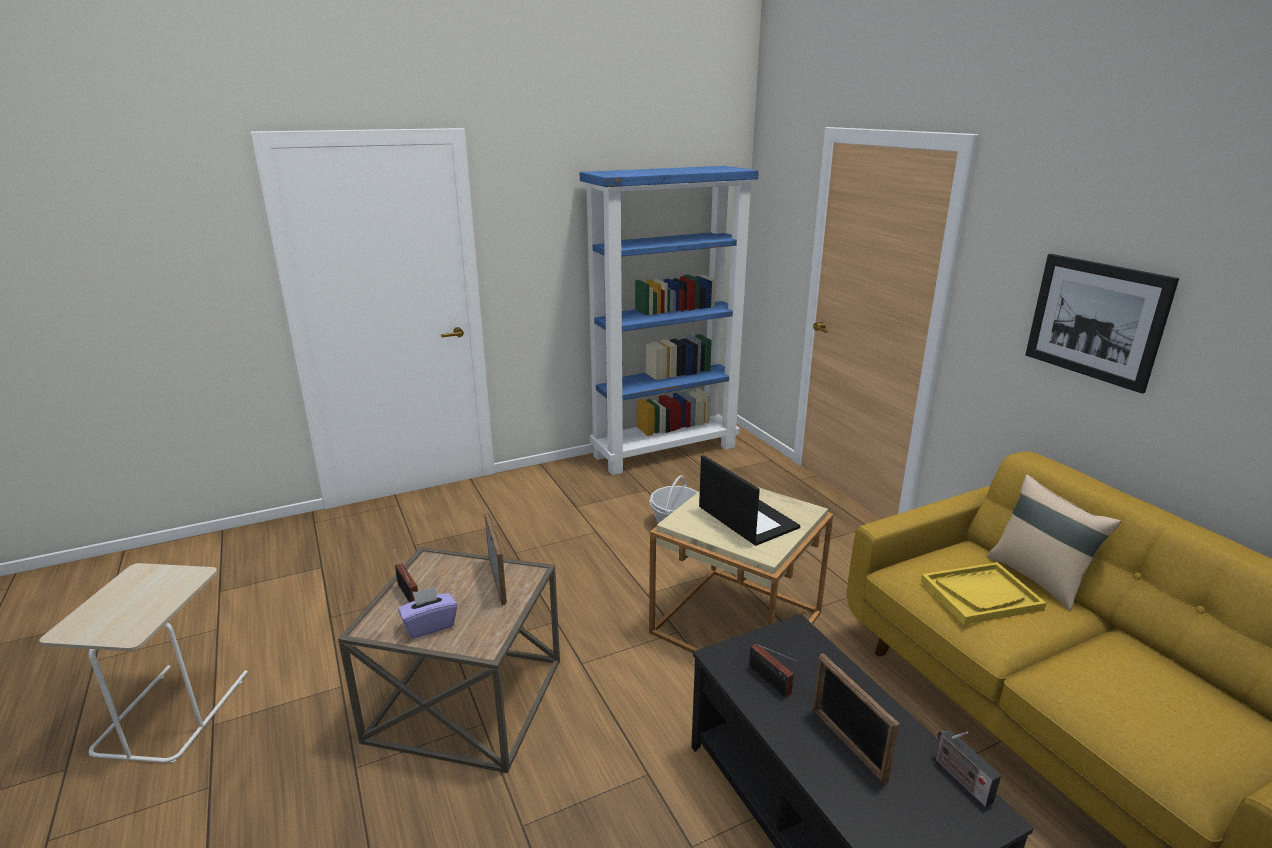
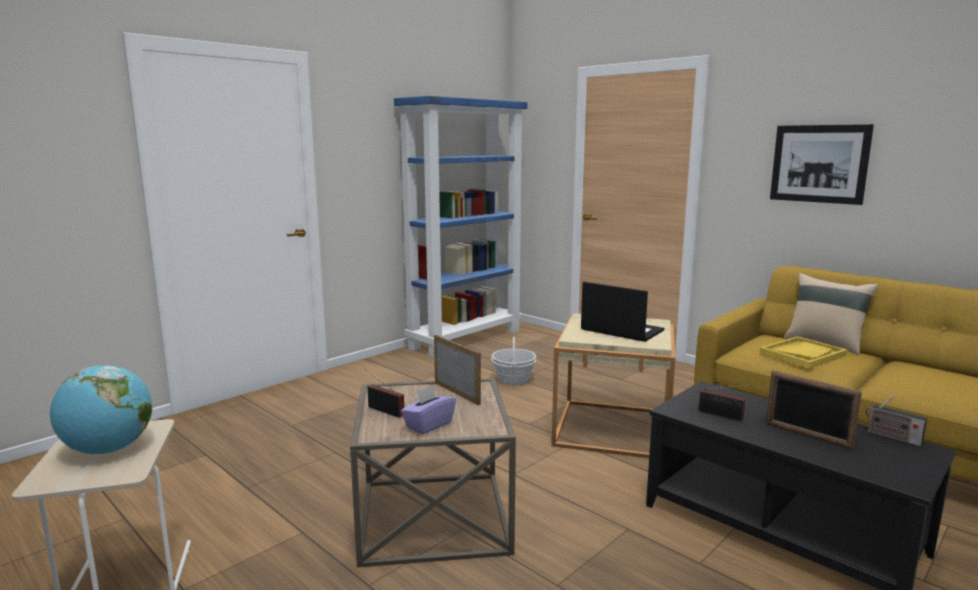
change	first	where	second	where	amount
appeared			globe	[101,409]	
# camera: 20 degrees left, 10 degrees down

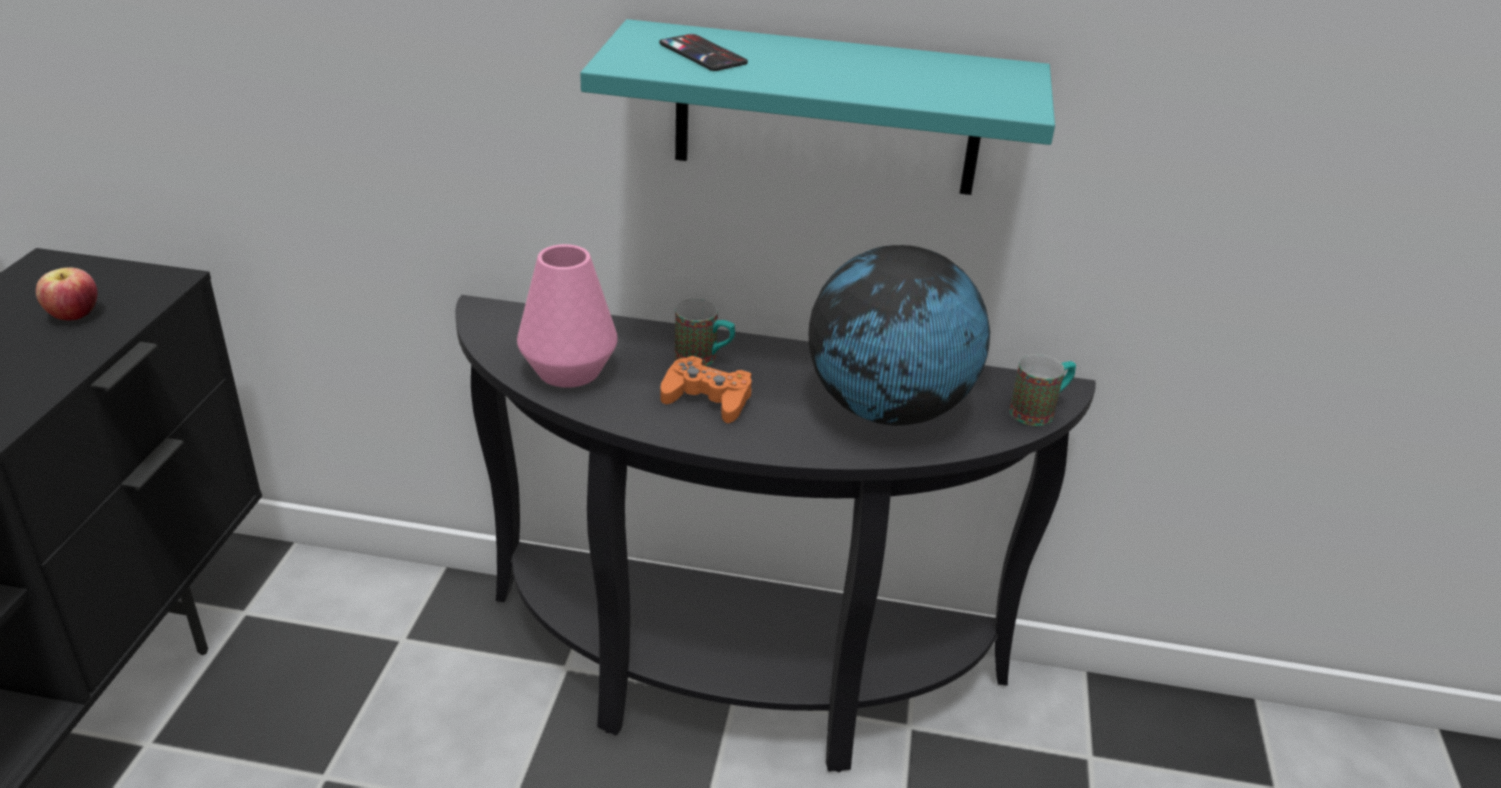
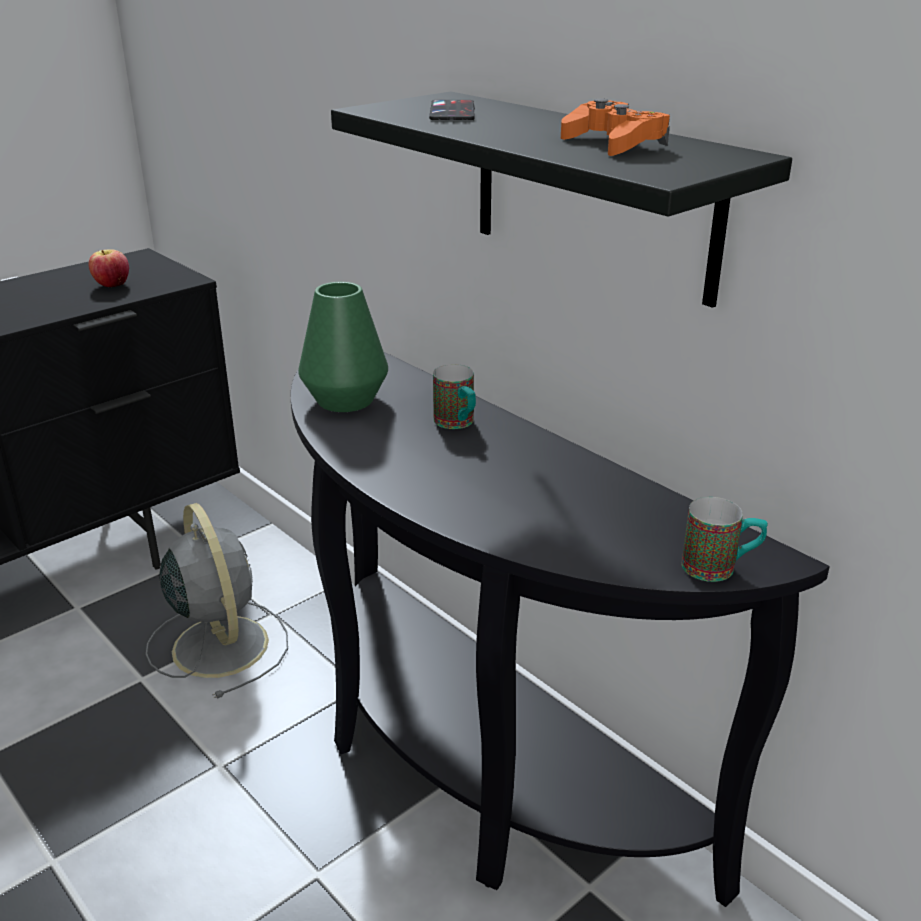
change	first	where	second	where	amount
colour	turquoise shelf	[817,107]	black shelf	[561,199]	
colour	pink vase	[567,316]	green vase	[343,347]	
missing	globe	[899,335]			
relocated	orange game controller	[706,389]		[615,127]	
appeared			grey fan	[217,601]	
# camera: 40 degrees right, 5 degrees down

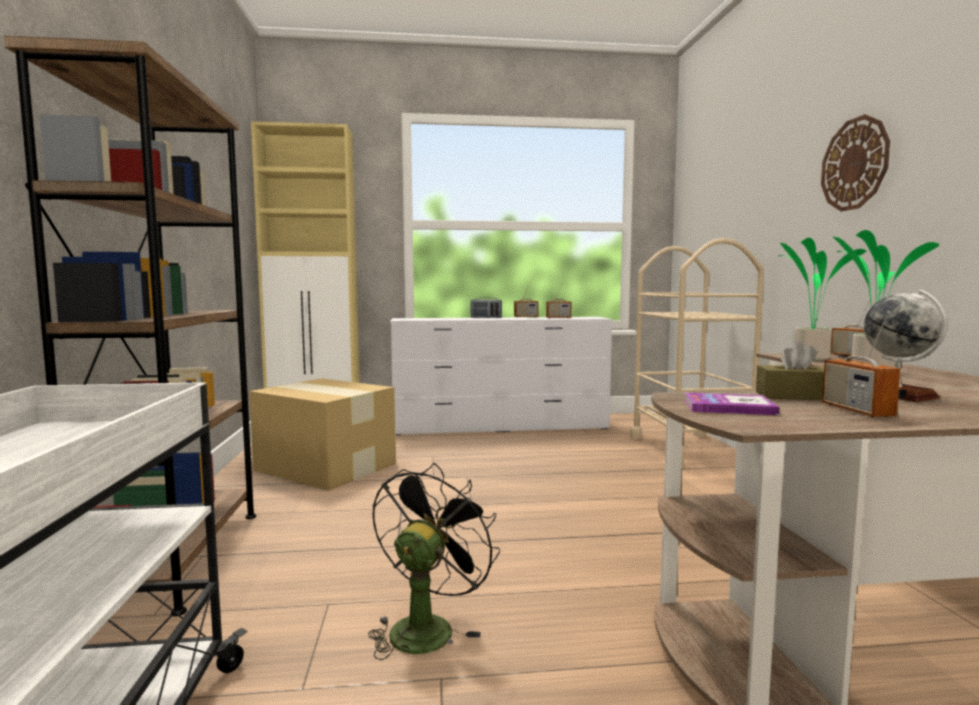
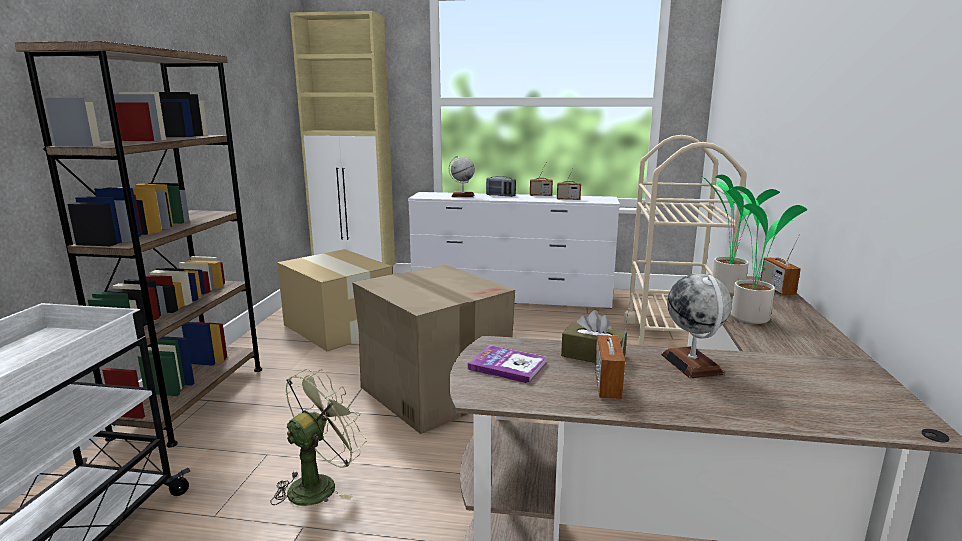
change	first	where	second	where	amount
missing	wall clock	[855,162]			
colour	black fan	[434,561]	green fan	[319,437]	
appeared			globe	[462,176]	
appeared			cardboard box	[433,349]	
# camera: 15 degrees right, 10 degrees up

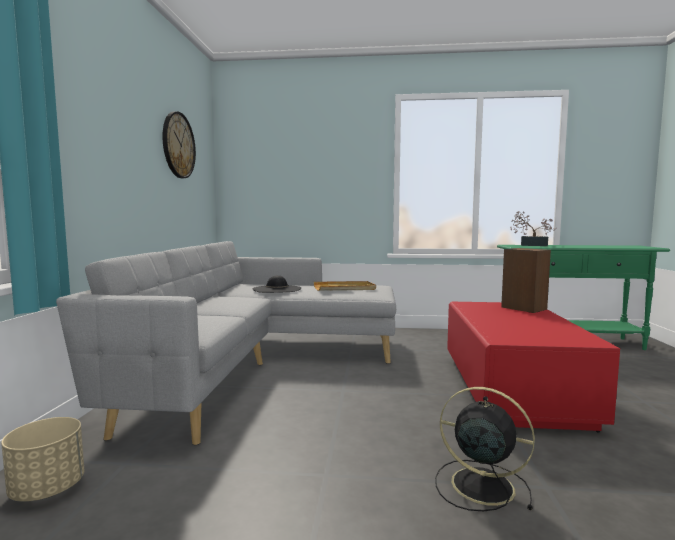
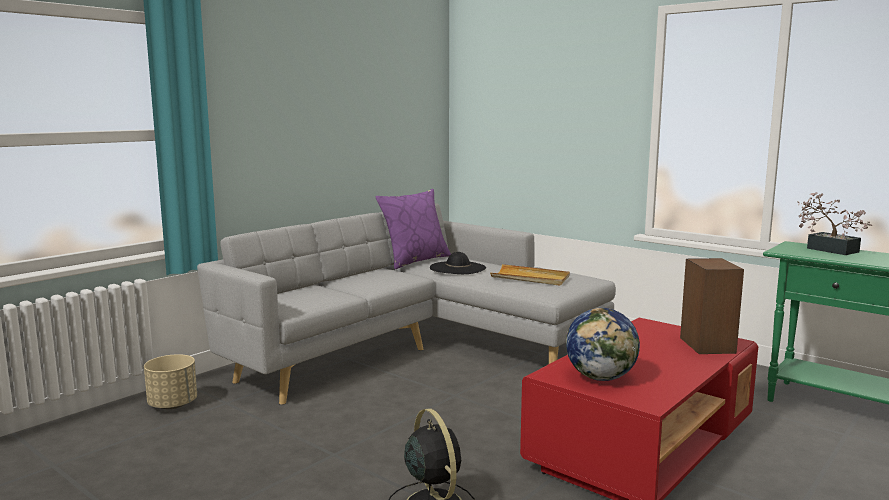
change	first	where	second	where	amount
missing	wall clock	[179,144]			
appeared			purple pillow	[413,229]	
appeared			globe	[603,344]	
# camera: 35 degrees right, 5 degrees up

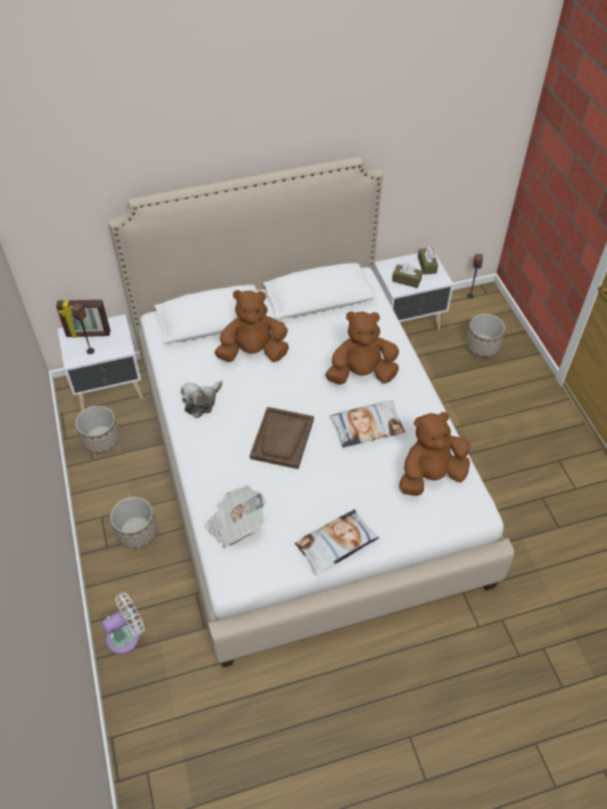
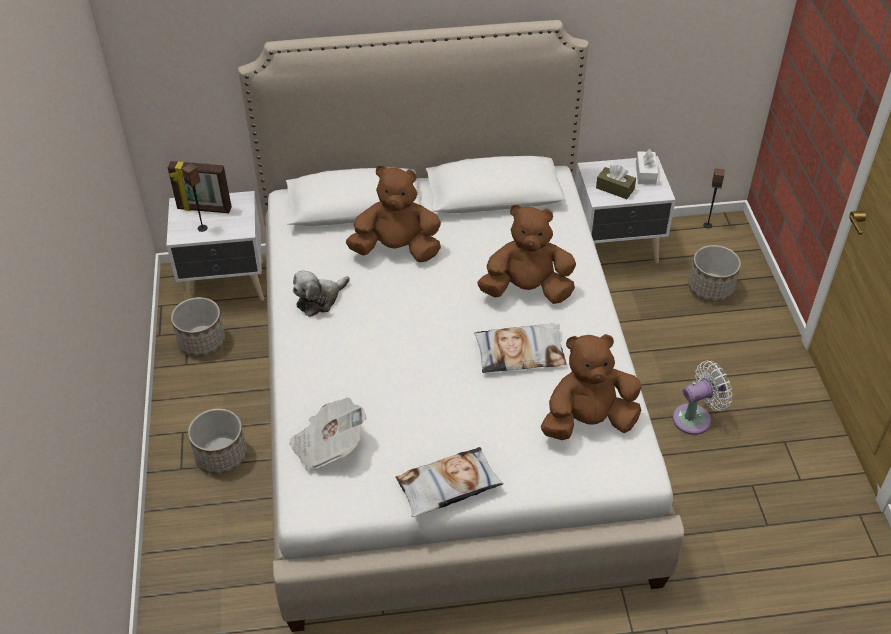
change	first	where	second	where	amount
colour	brown tissue box	[428,260]	white tissue box	[647,167]	
missing	brown tray	[282,438]			
relocated	white fan	[123,623]		[702,398]	
# camera: 10 degrees right, 5 degrees down

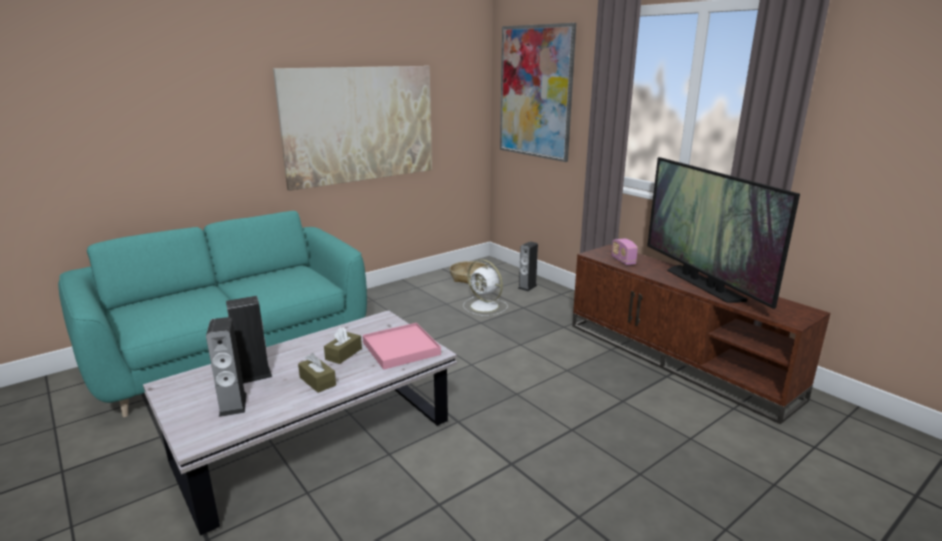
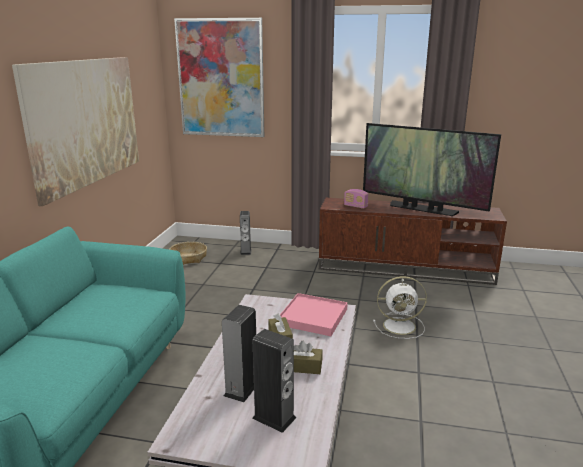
change	first	where	second	where	amount
relocated	white fan	[485,287]		[400,307]	
# camera: 40 degrees left, 0 degrees up

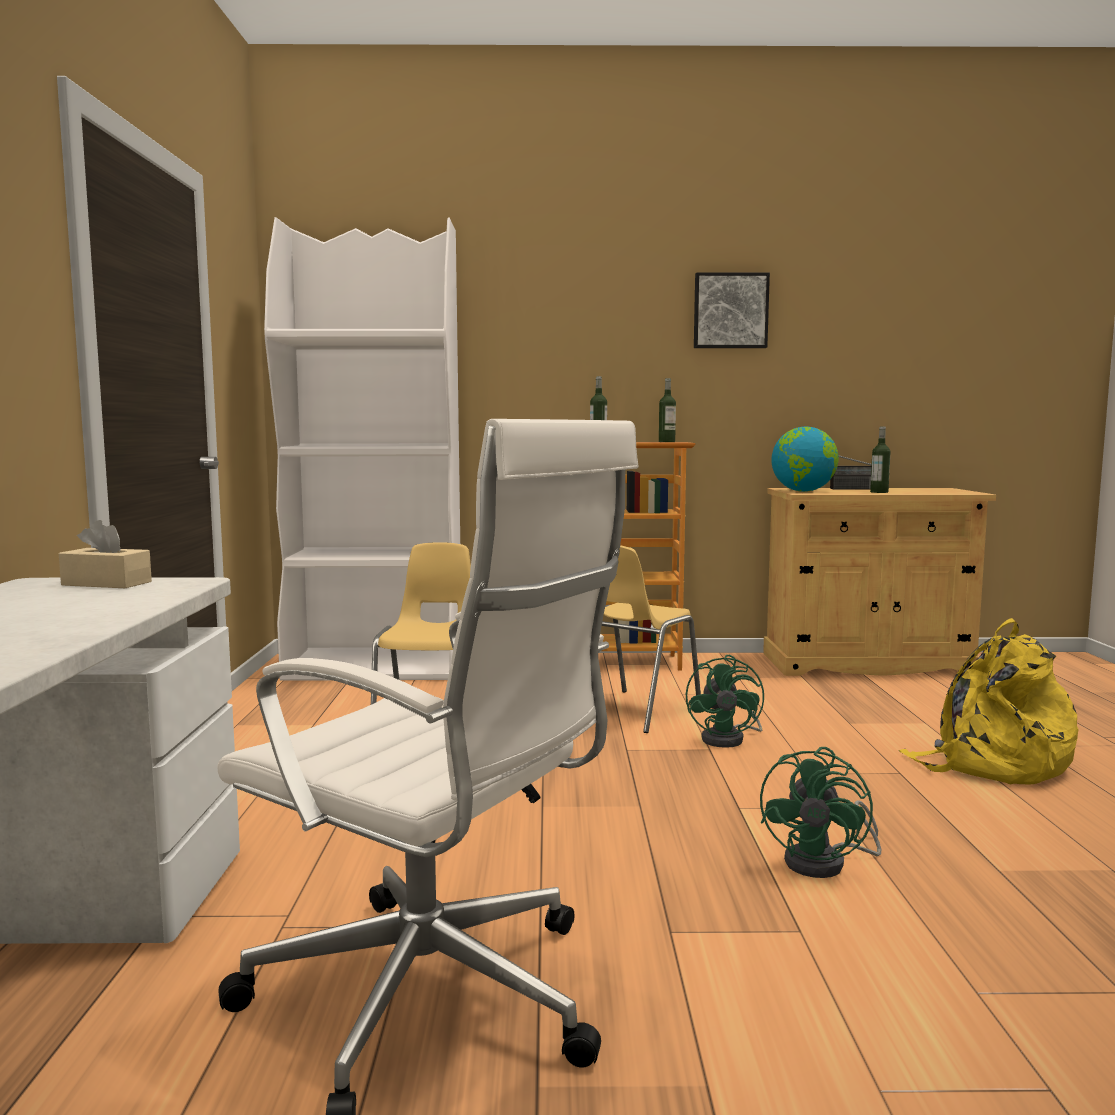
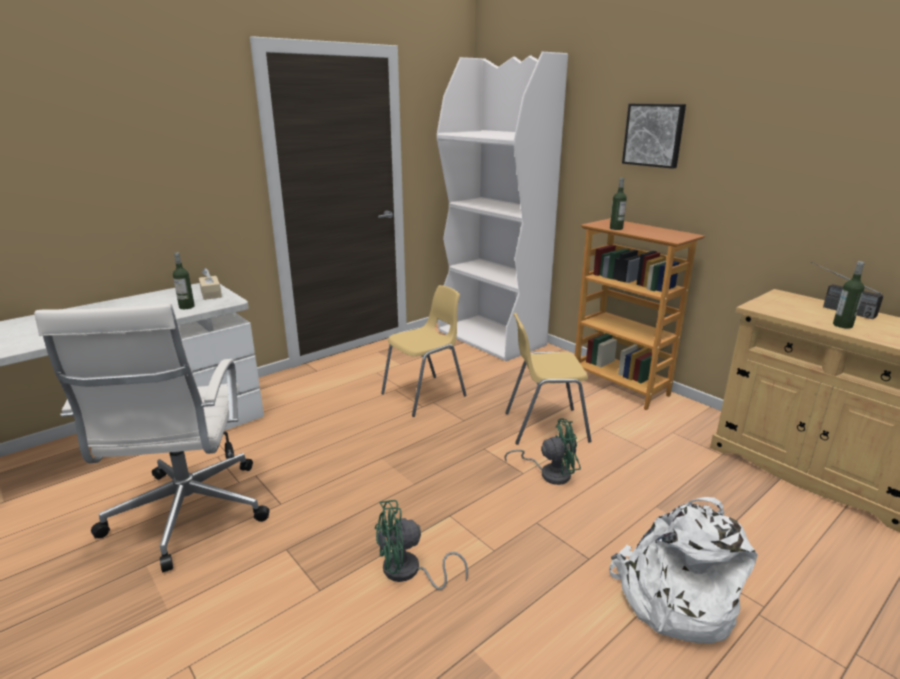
change	first	where	second	where	amount
relocated	picture	[732,310]		[654,136]	
relocated	bottle	[667,410]		[184,280]	
missing	globe	[805,459]			
colour	yellow backpack	[989,701]	white backpack	[684,570]	
spun	green fan	[725,701]		[542,451]	150 degrees counterclockwise
# camera: 50 degrees right, 15 degrees up

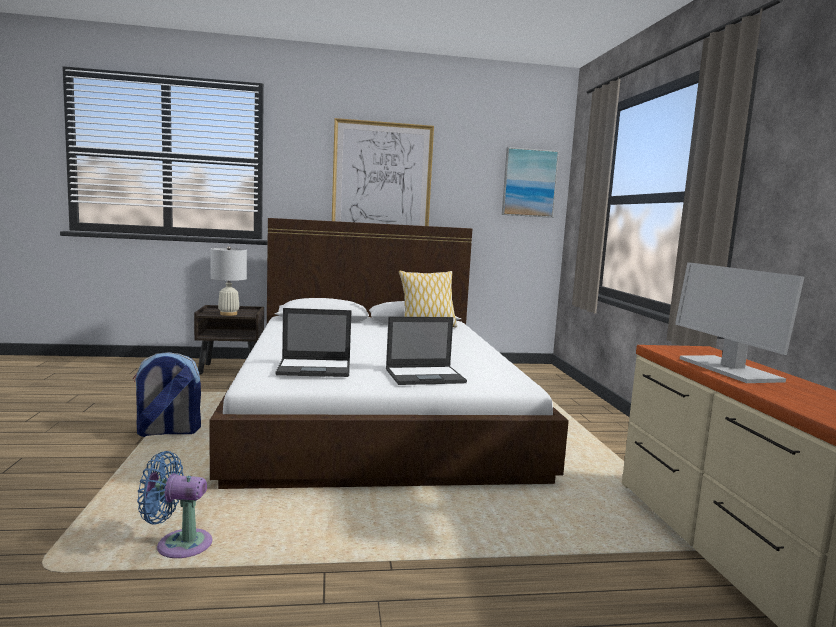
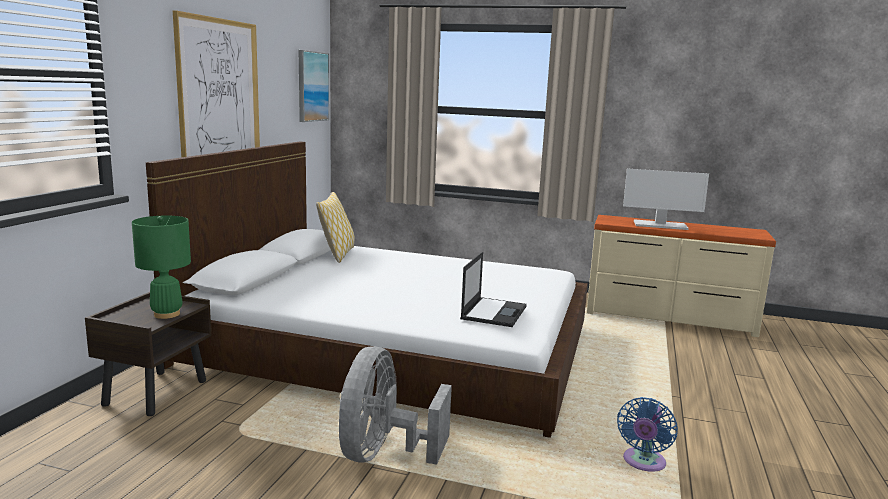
change	first	where	second	where	amount
colour	white table lamp	[229,281]	green table lamp	[161,267]	
missing	laptop	[426,351]			
exchanged	backpack	[167,394]	grey fan	[395,405]	
# camera: 65 degrees left, 5 degrees up

